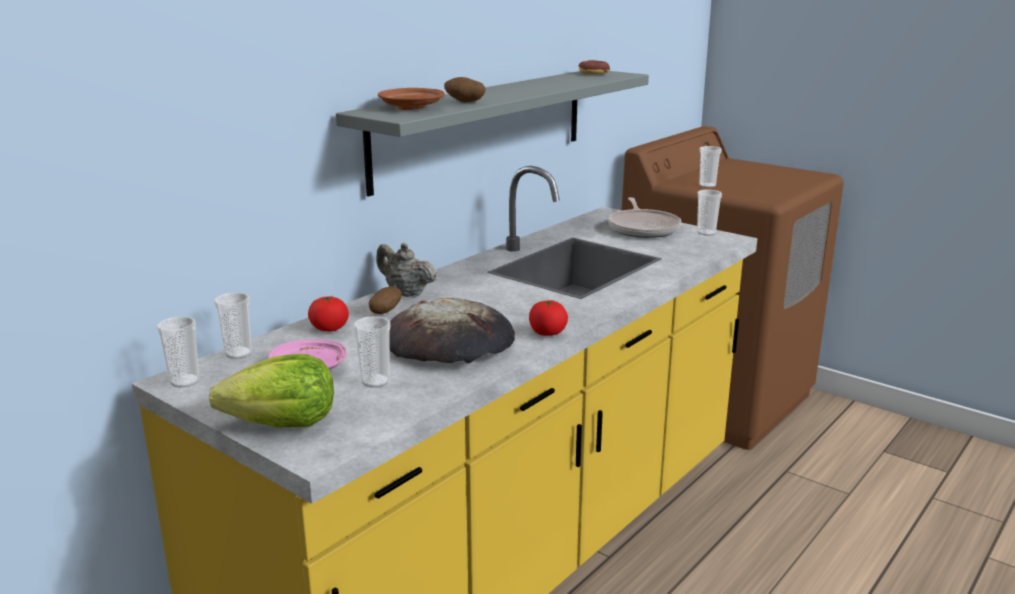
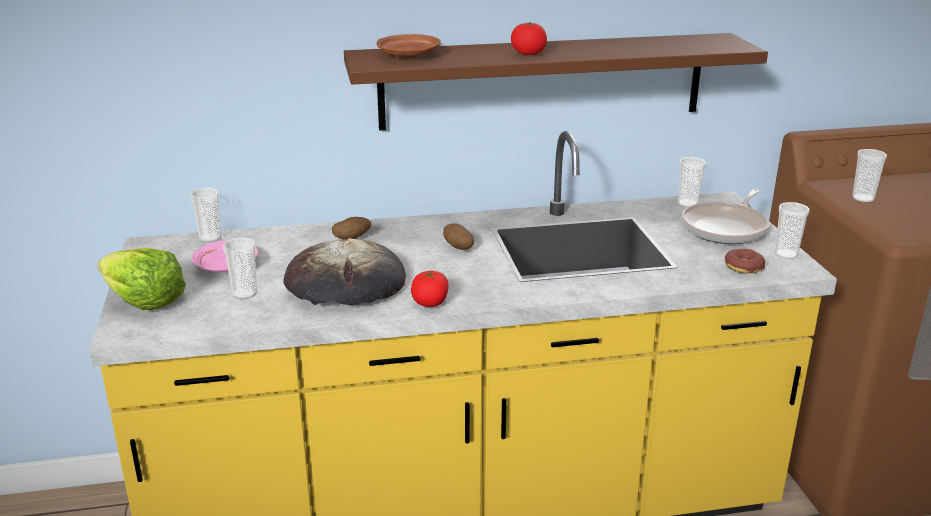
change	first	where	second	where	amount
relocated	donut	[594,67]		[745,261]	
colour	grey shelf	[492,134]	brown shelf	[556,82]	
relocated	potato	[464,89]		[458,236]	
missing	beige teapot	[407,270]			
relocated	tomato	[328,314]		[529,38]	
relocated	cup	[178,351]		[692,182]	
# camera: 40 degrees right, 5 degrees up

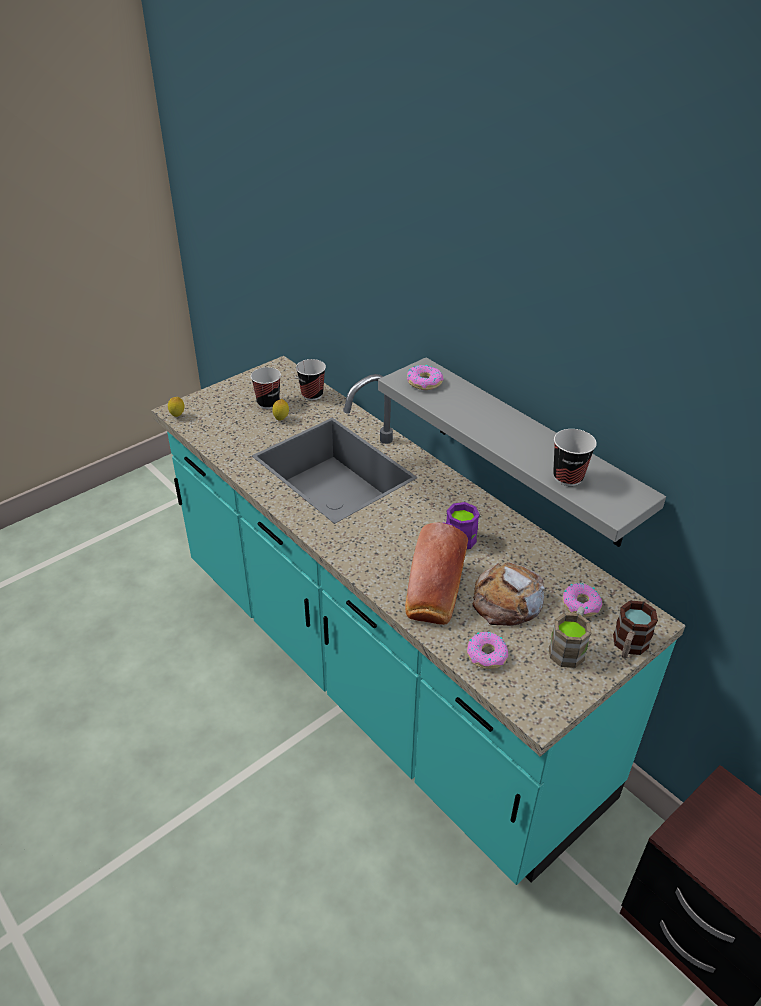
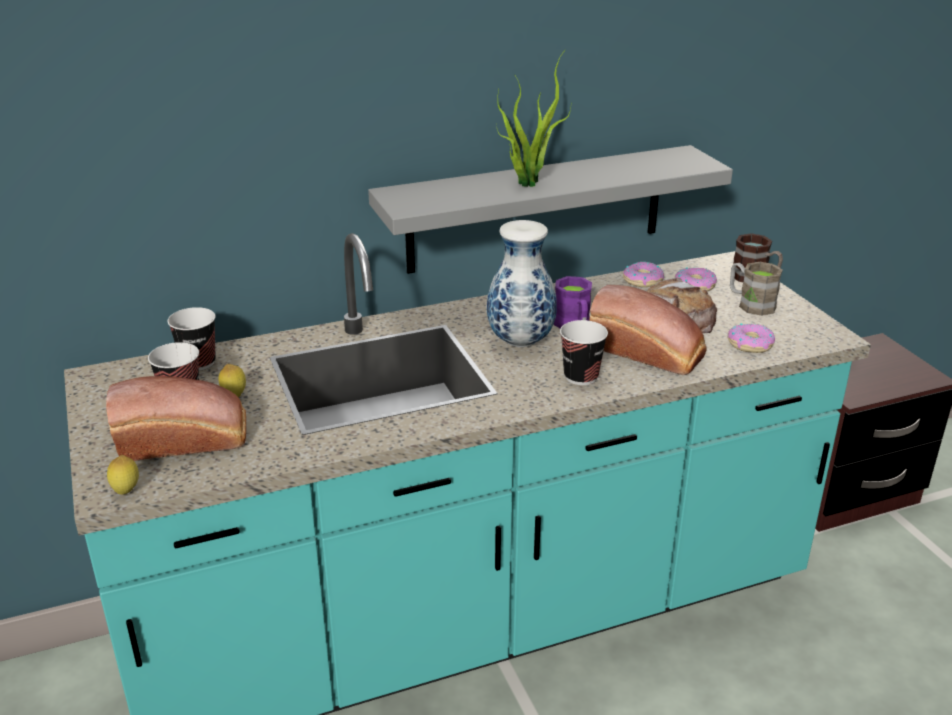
change	first	where	second	where	amount
relocated	donut	[425,377]		[643,274]	
relocated	cup	[575,457]		[584,352]	
appeared			potted plant	[534,118]	
appeared			vase	[522,283]	
appeared			bread	[176,418]	
# camera: 70 degrees left, 10 degrees down

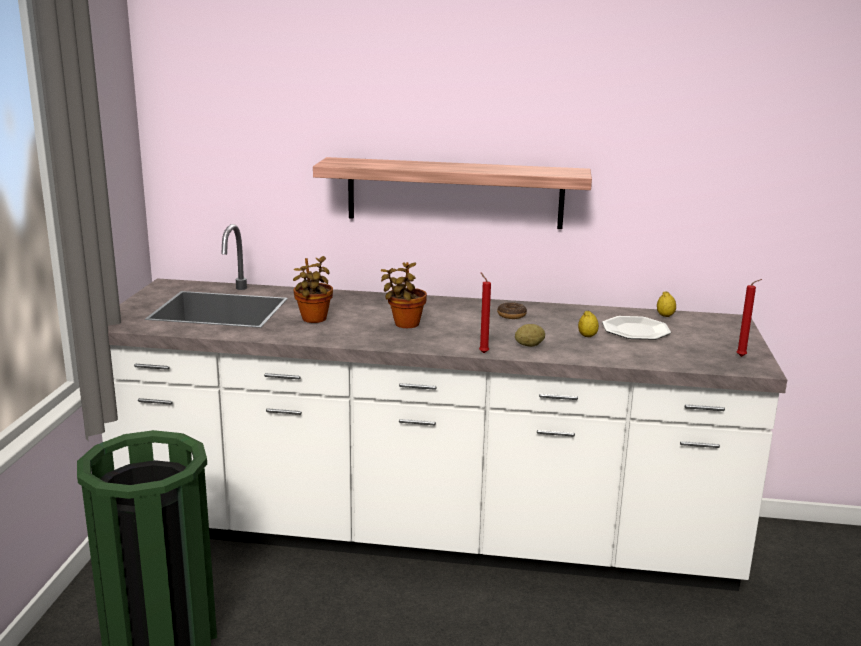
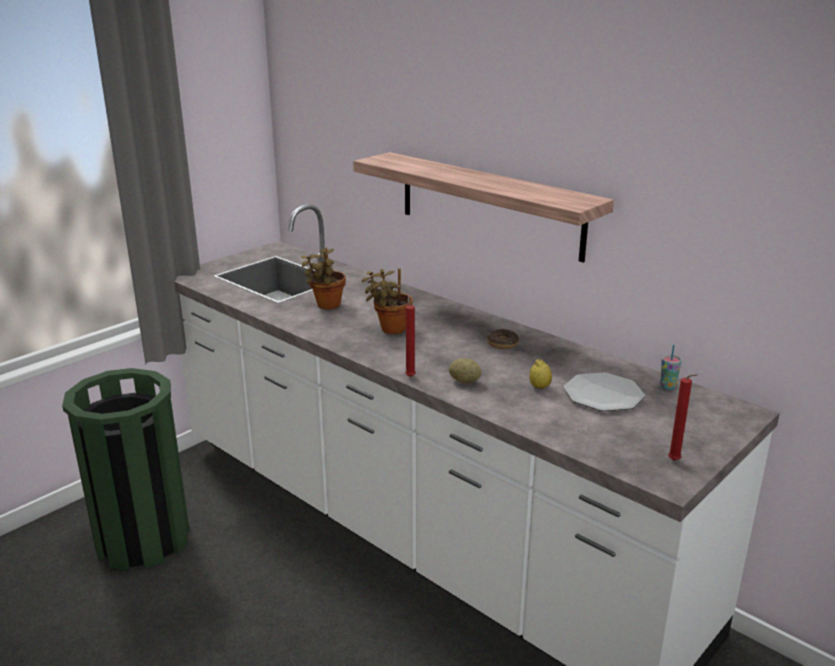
change	first	where	second	where	amount
exchanged	lemon	[666,304]	cup	[671,366]	
# camera: 35 degrees right, 5 degrees up

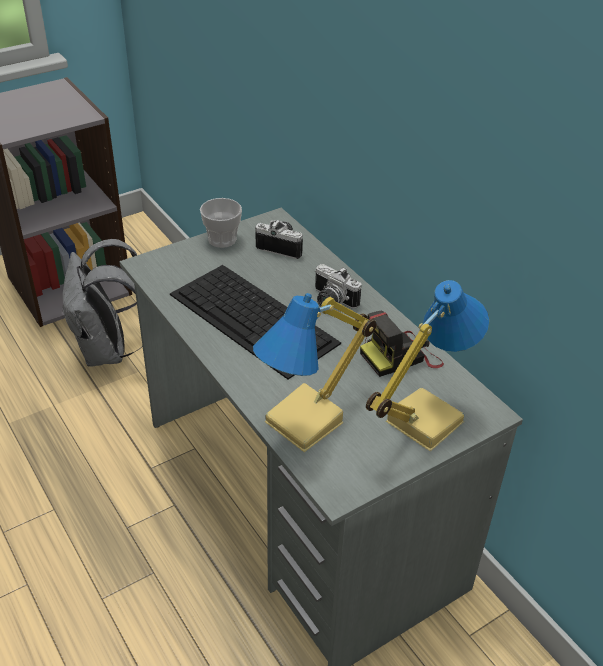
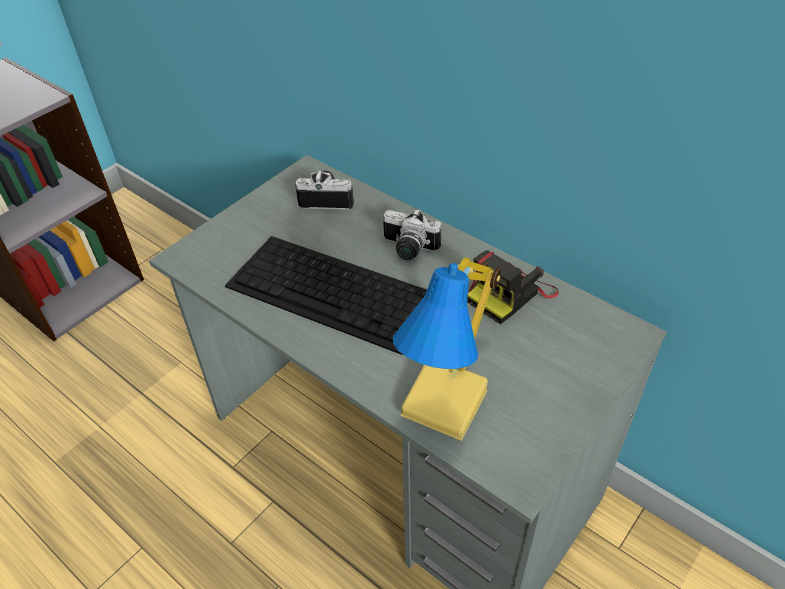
change	first	where	second	where	amount
missing	cup	[221,223]			
missing	grey backpack	[100,303]			
missing	table lamp	[427,366]			
# camera: 15 degrees left, 5 degrees up

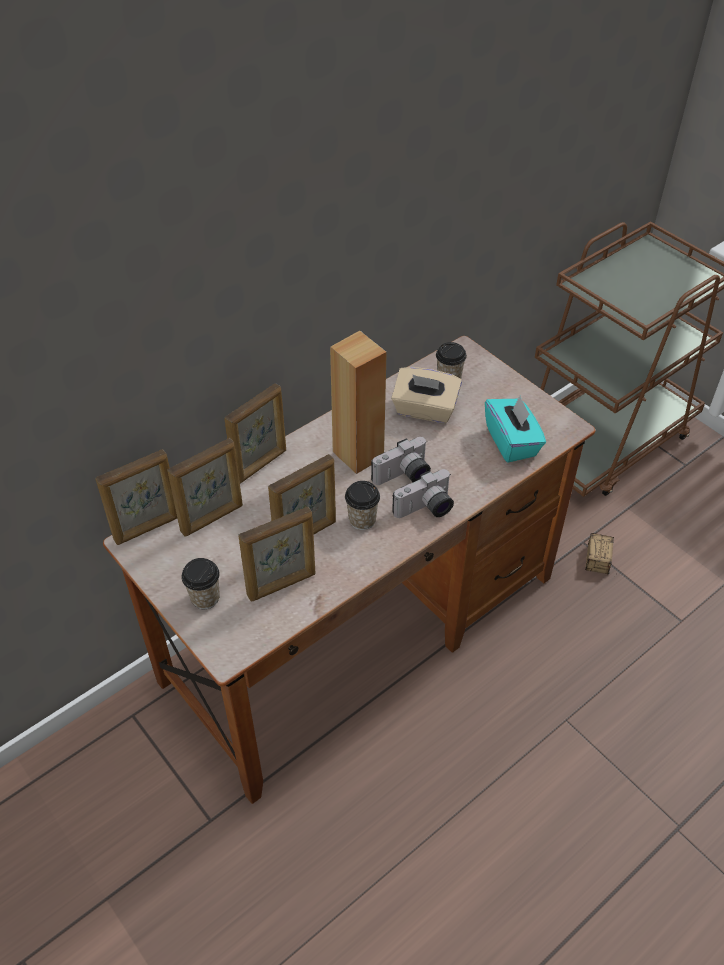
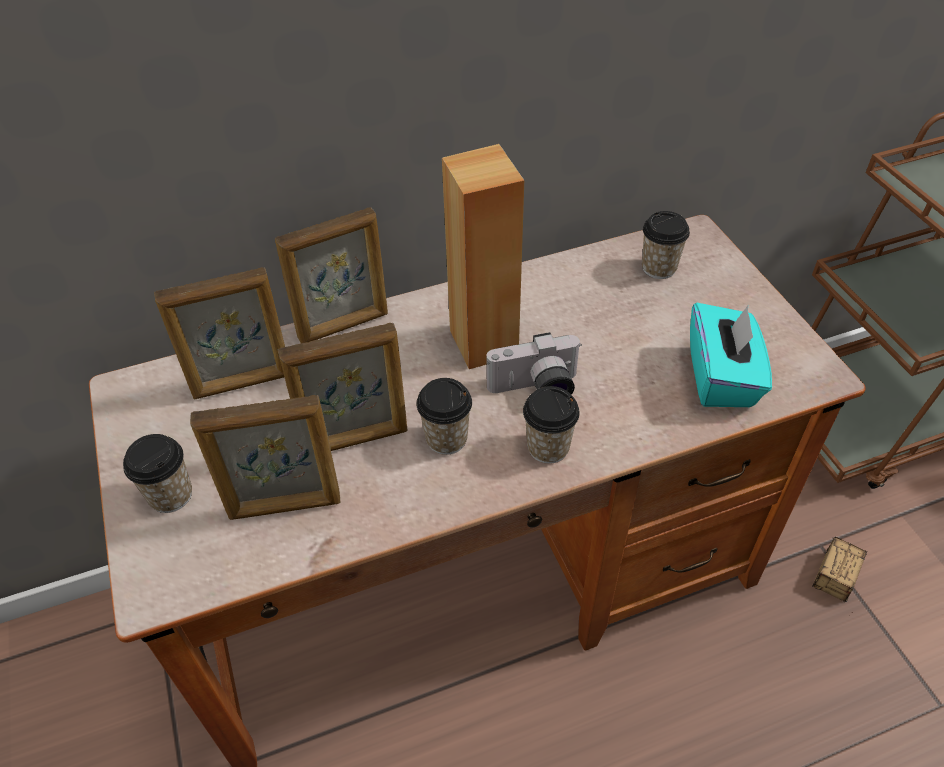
change	first	where	second	where	amount
missing	beige tissue box	[426,395]			
missing	picture frame	[136,497]			
exchanged	photo camera	[423,493]	cup	[551,425]	
# camera: 20 degrees right, 0 degrees up

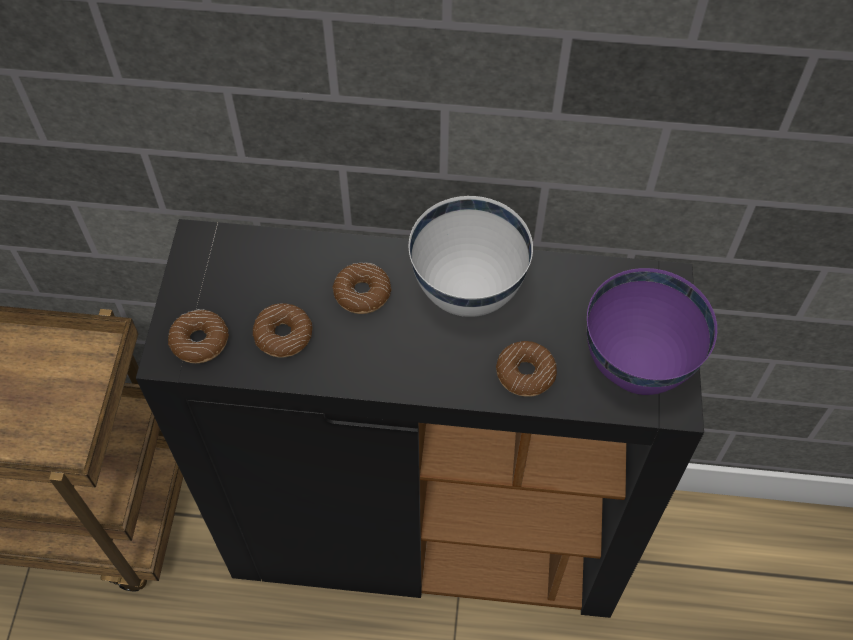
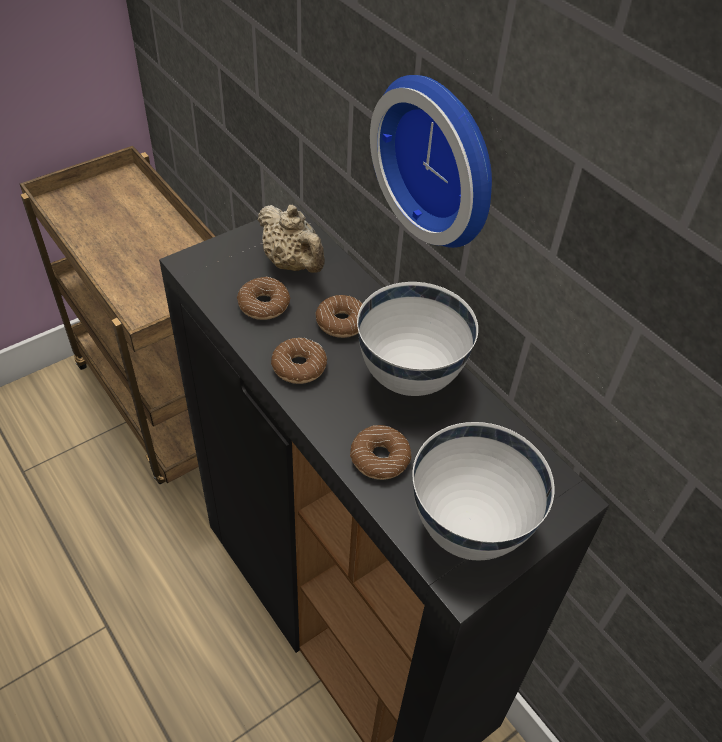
change	first	where	second	where	amount
colour	purple bowl	[652,331]	white bowl	[483,491]	
relocated	donut	[198,336]		[299,360]	
appeared			wall clock	[431,161]	
appeared			beige teapot	[291,239]	
# camera: 45 degrees right, 10 degrees down

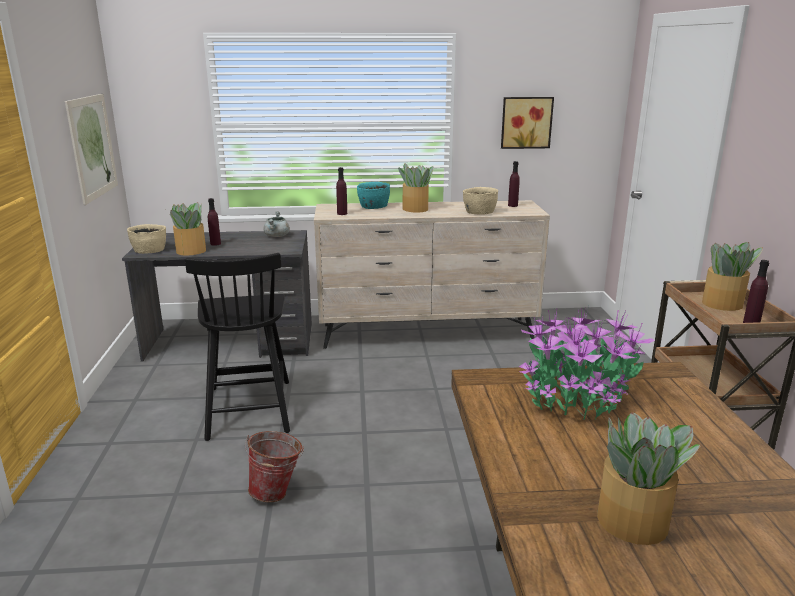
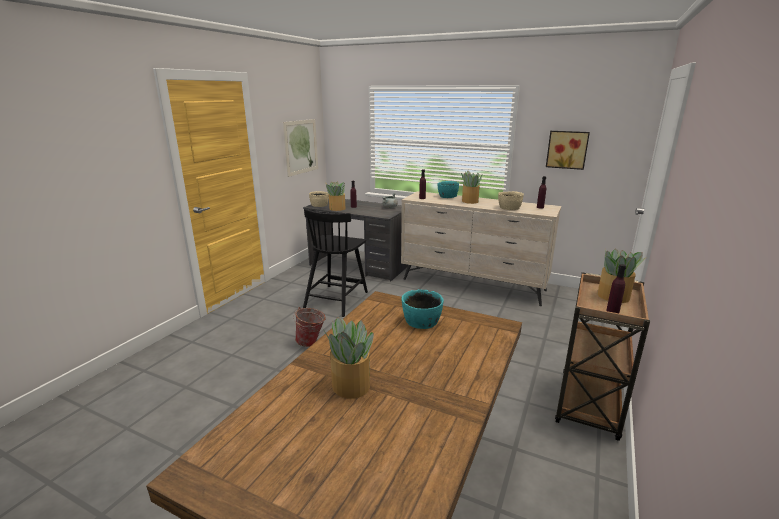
change	first	where	second	where	amount
exchanged	potted plant	[587,363]	turquoise bowl	[422,309]	
# camera: 30 degrees right, 0 degrees up

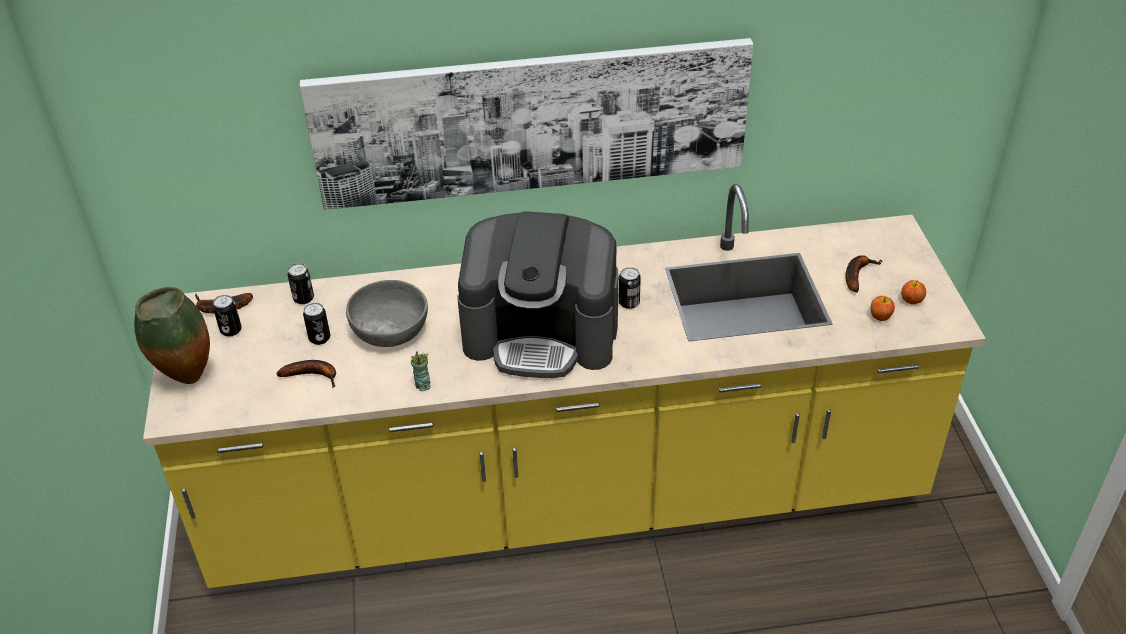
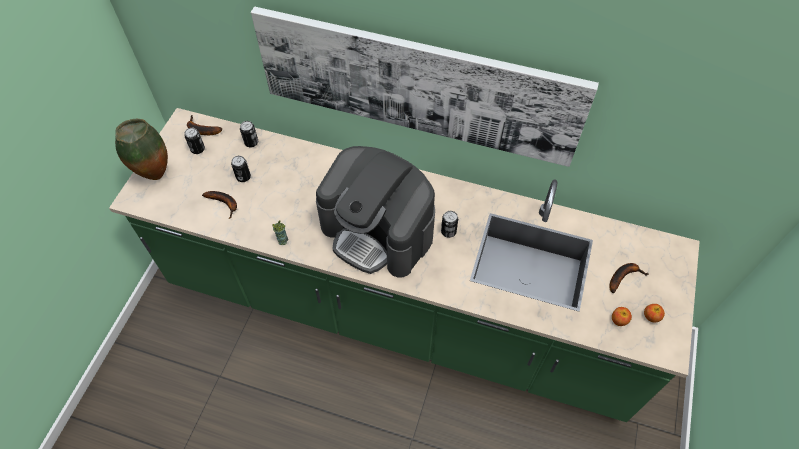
change	first	where	second	where	amount
colour	yellow counter	[564,386]	green counter	[404,265]	
missing	grey bowl	[387,313]			
# camera: 25 degrees right, 15 degrees up

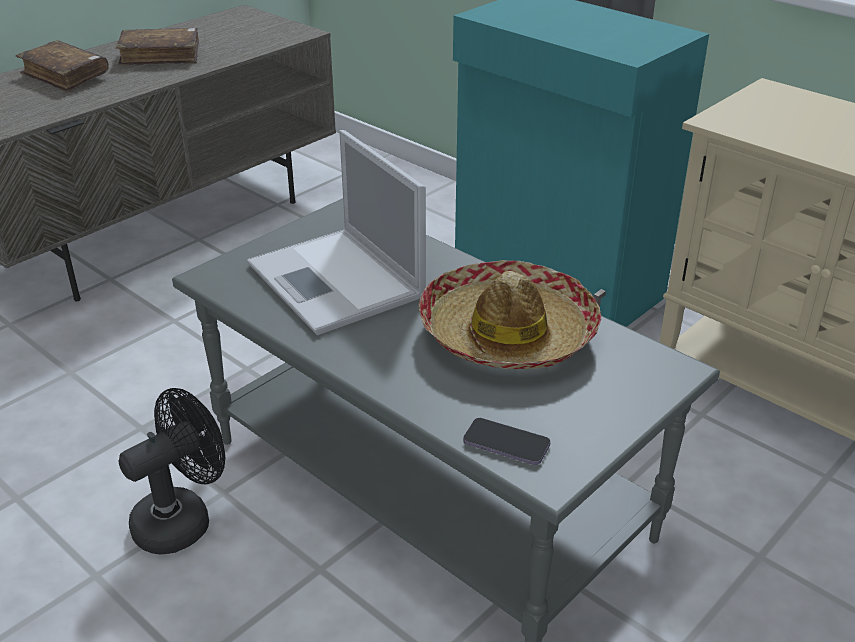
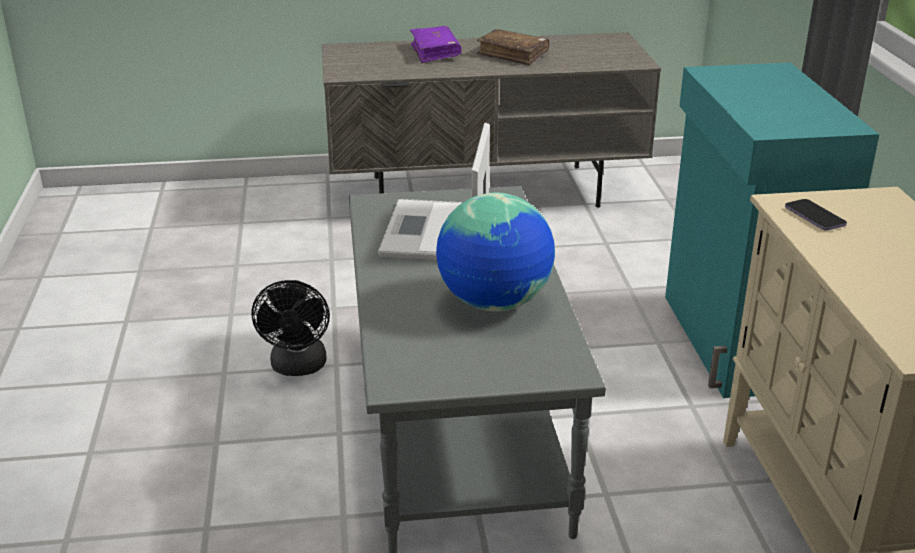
change	first	where	second	where	amount
colour	brown book	[62,66]	purple book	[435,44]	
exchanged	hat	[509,314]	globe	[495,252]	
spun	black fan	[172,471]		[291,328]	90 degrees clockwise
relocated	phone	[507,441]		[816,215]	
# camera: 40 degrees right, 5 degrees down

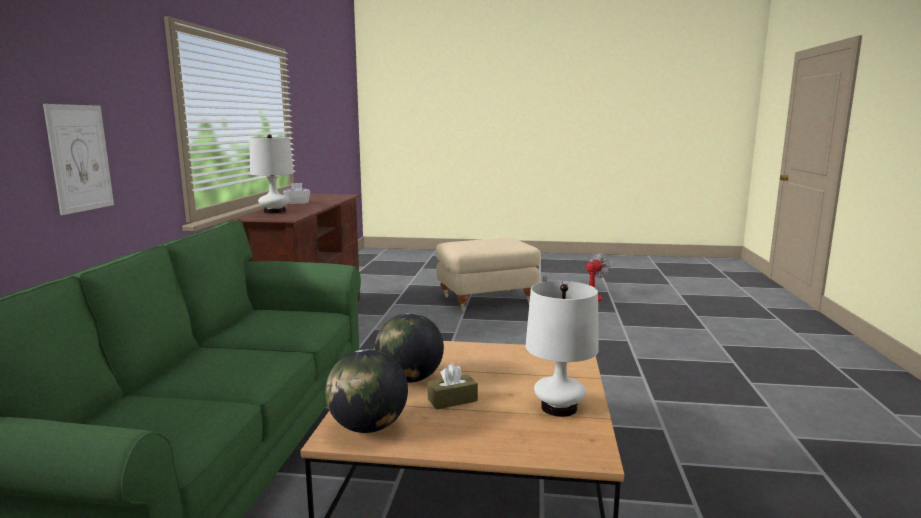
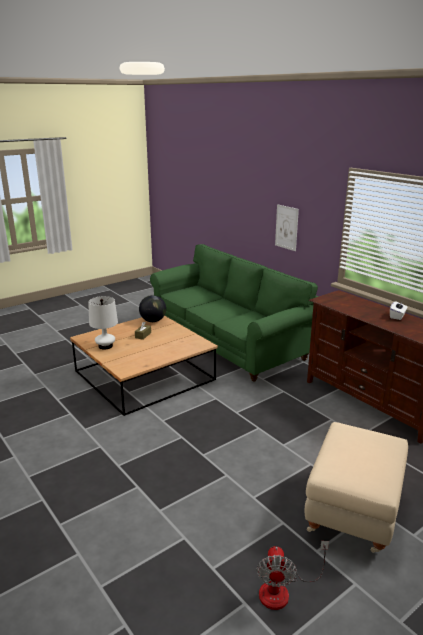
change	first	where	second	where	amount
missing	white table lamp	[271,173]			
missing	globe	[409,348]			
# camera: 135 degrees right, 10 degrees up

